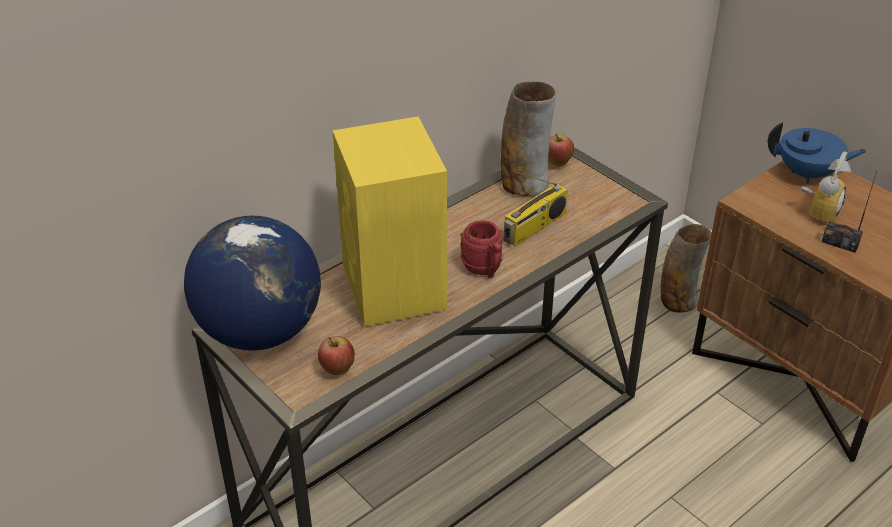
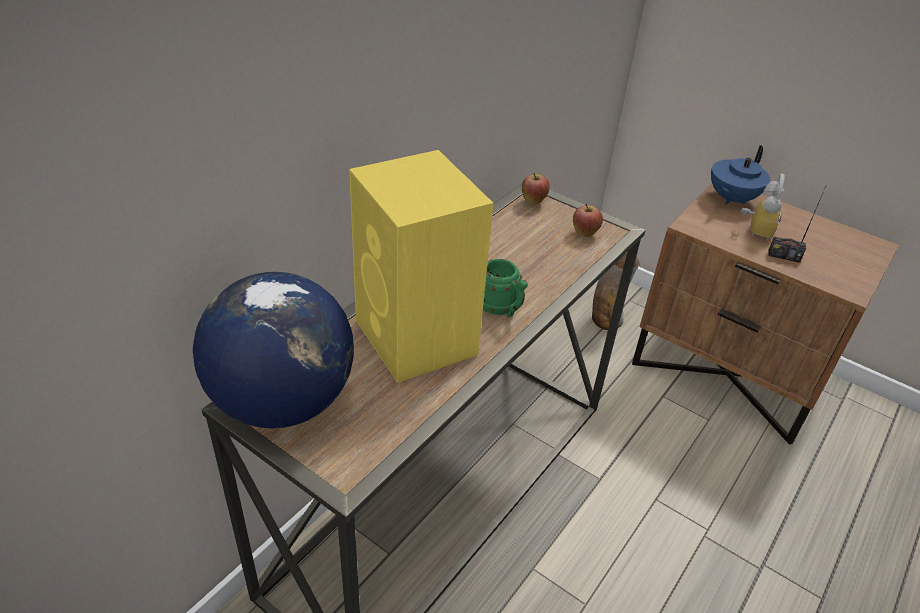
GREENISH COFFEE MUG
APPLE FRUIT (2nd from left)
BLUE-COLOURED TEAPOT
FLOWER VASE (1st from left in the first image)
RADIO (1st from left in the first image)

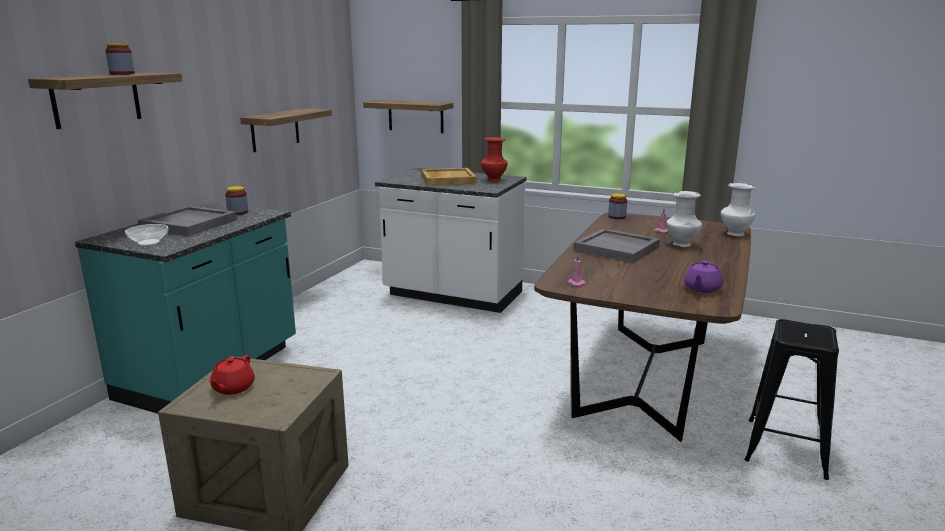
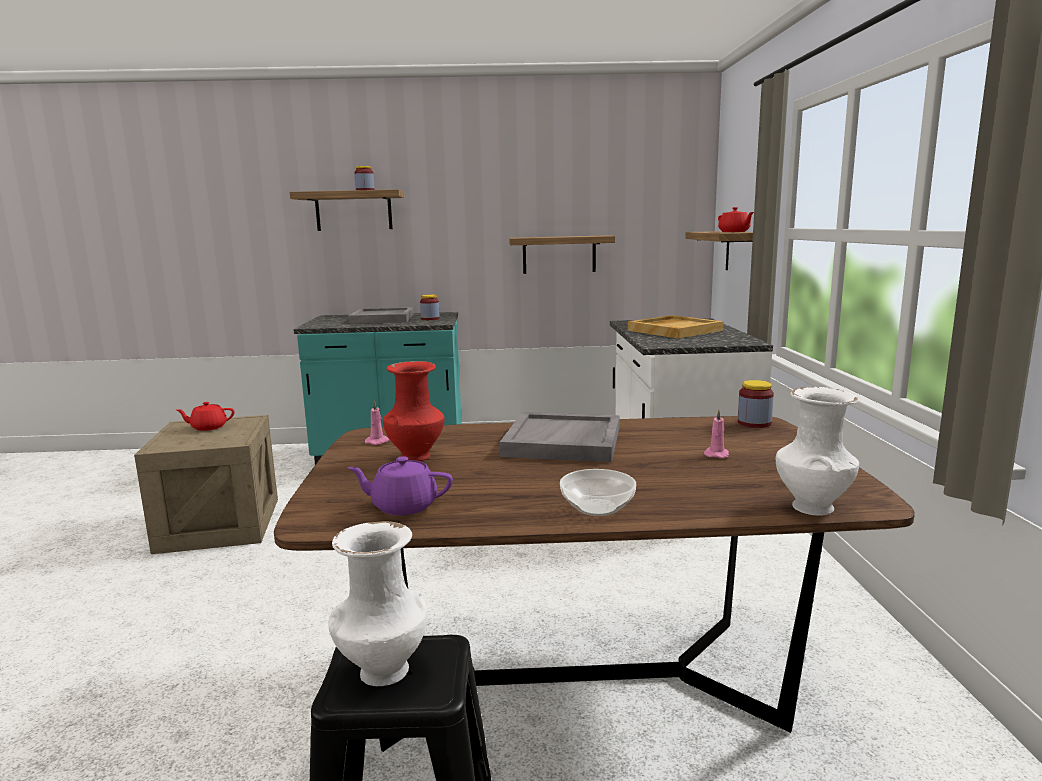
WHITISH FLOWER VASE (1st from left)
RED-COLOURED FLOWER VASE
DEEP DISH
RED-COLOURED TEAPOT (2nd from left)

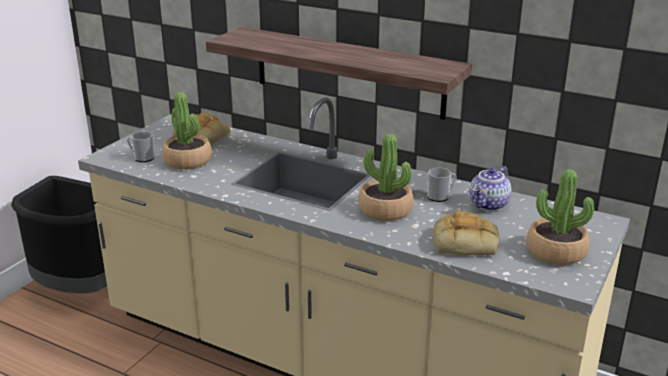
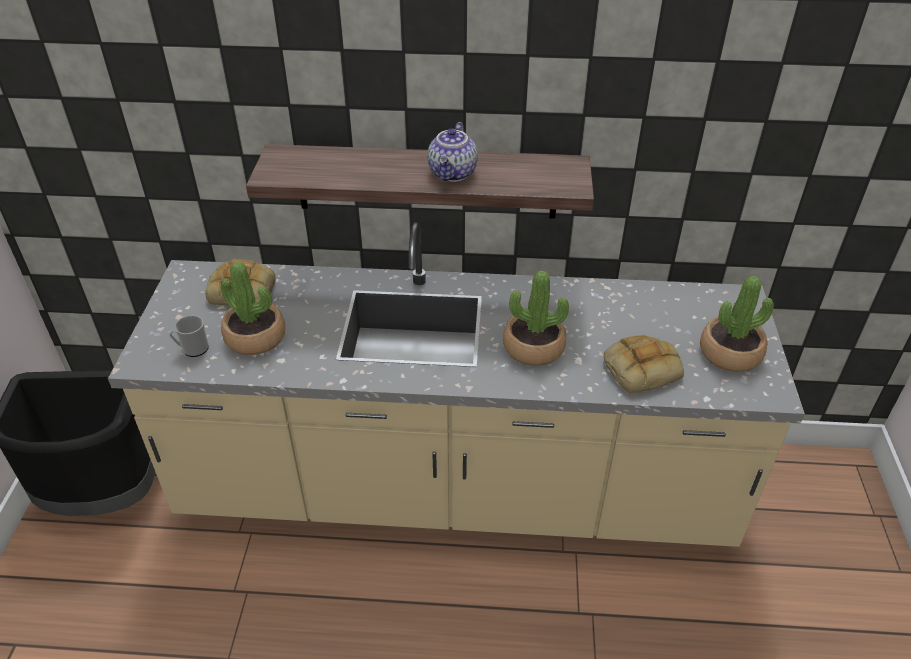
TEAPOT
COFFEE MUG (2nd from left in the first image)

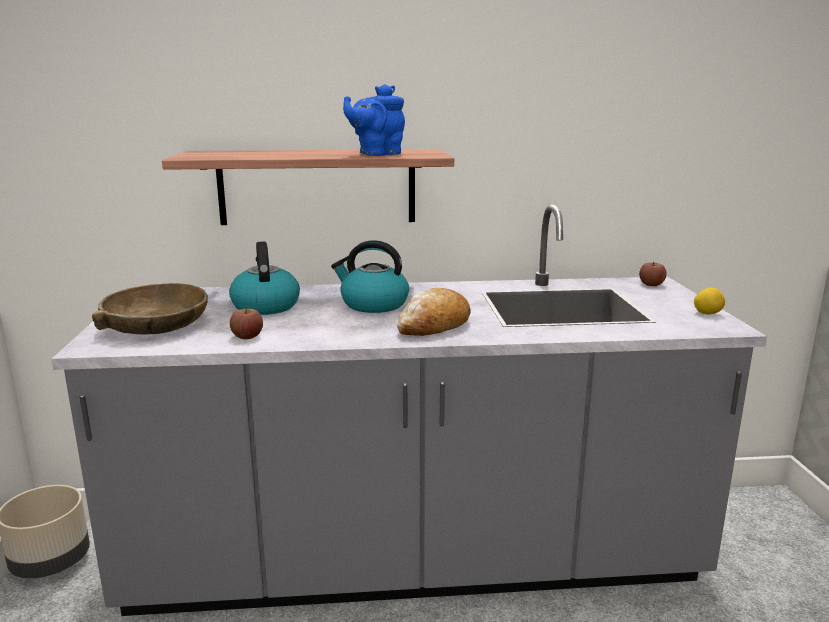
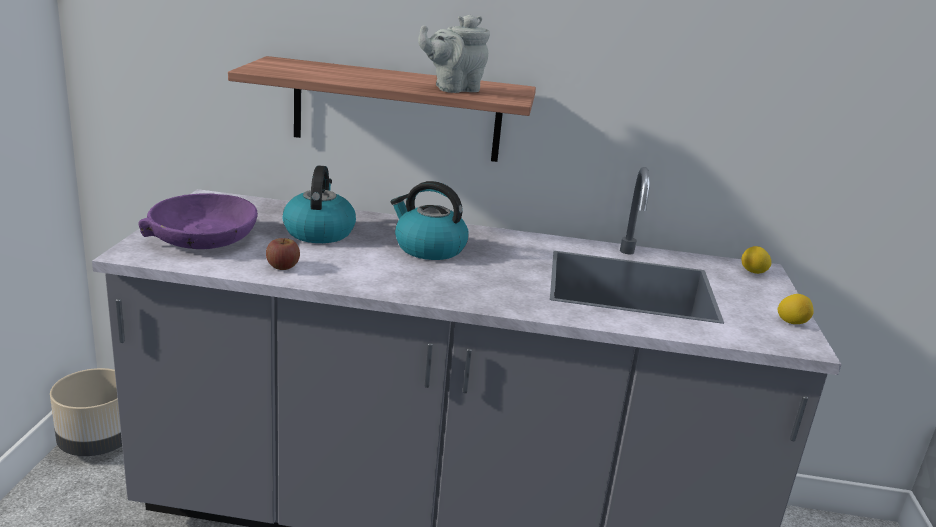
PURPLE-COLOURED DEEP DISH
GREYISH TEAPOT
CITRUS FRUIT (1st from left)
BREAD

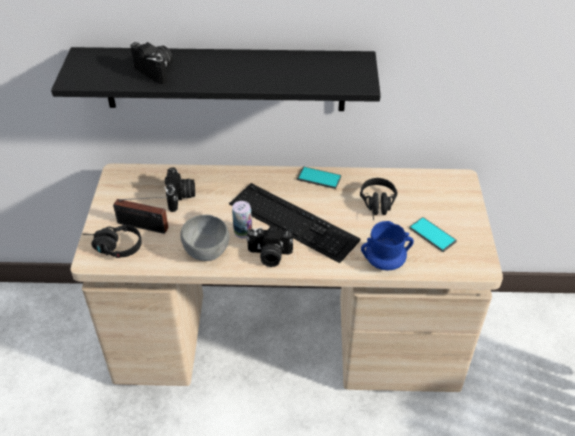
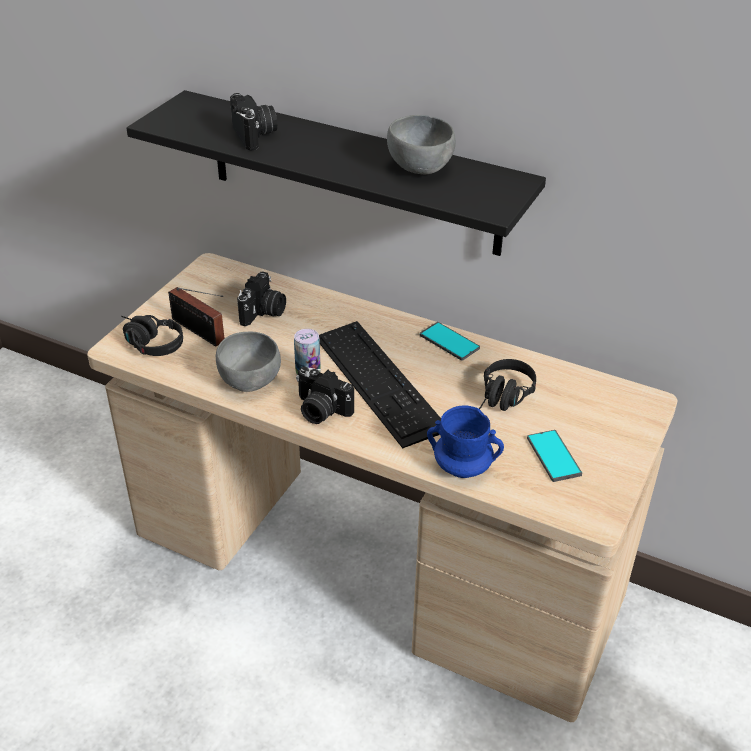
GREYISH DEEP DISH (2nd from left)

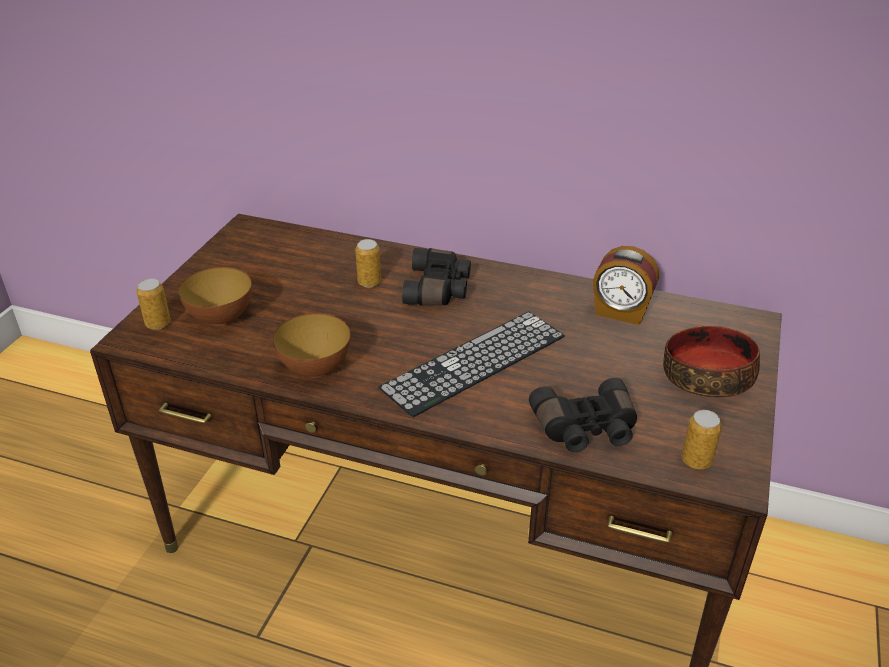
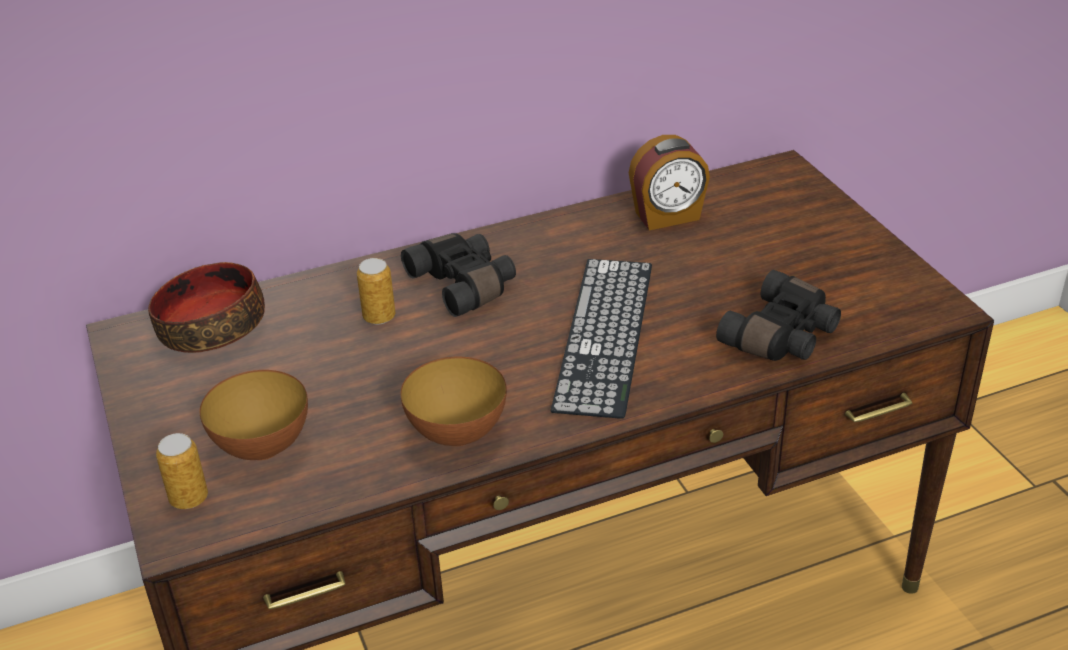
DEEP DISH (1st from left)
CAN (3rd from left in the first image)

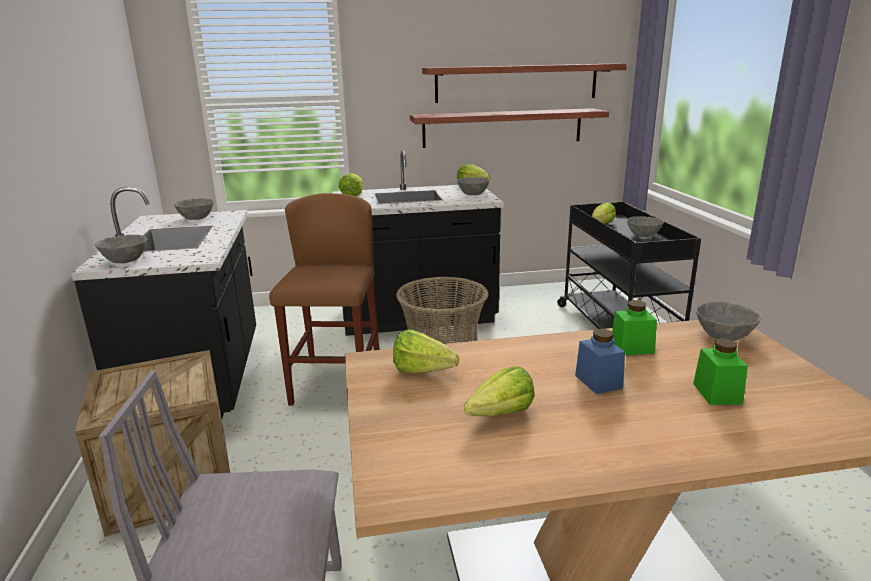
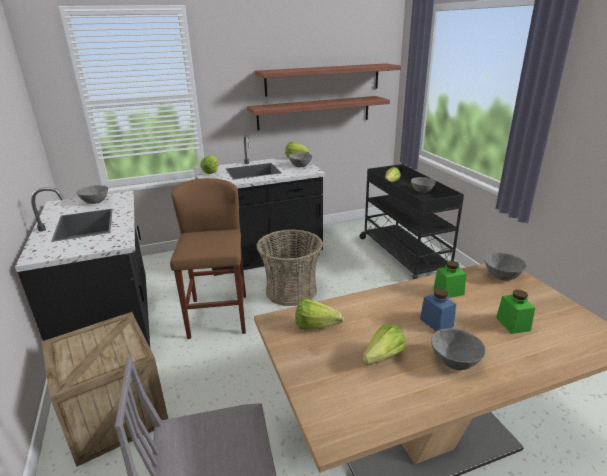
GREYISH DEEP DISH (4th from left)

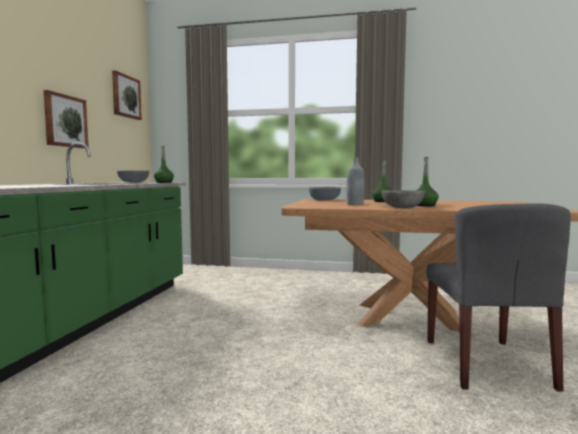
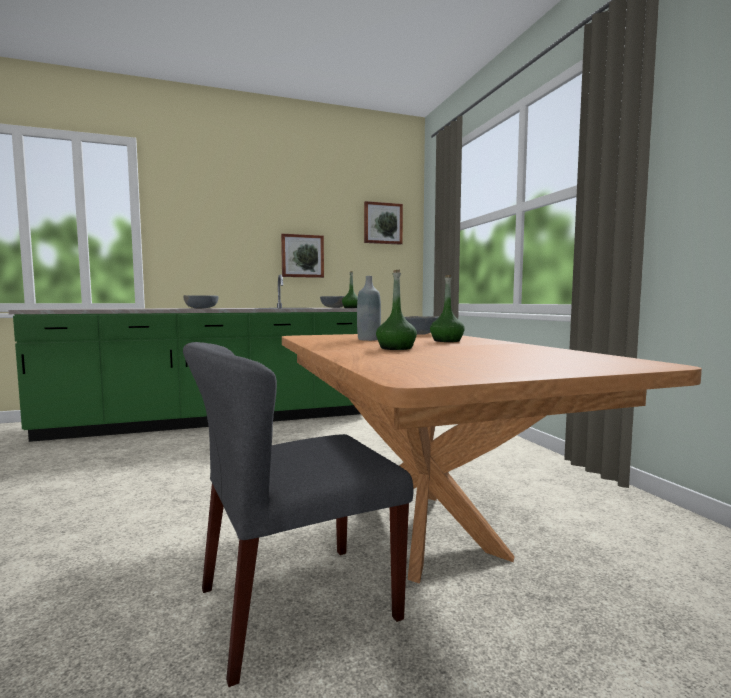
GREYISH DEEP DISH (1st from left)

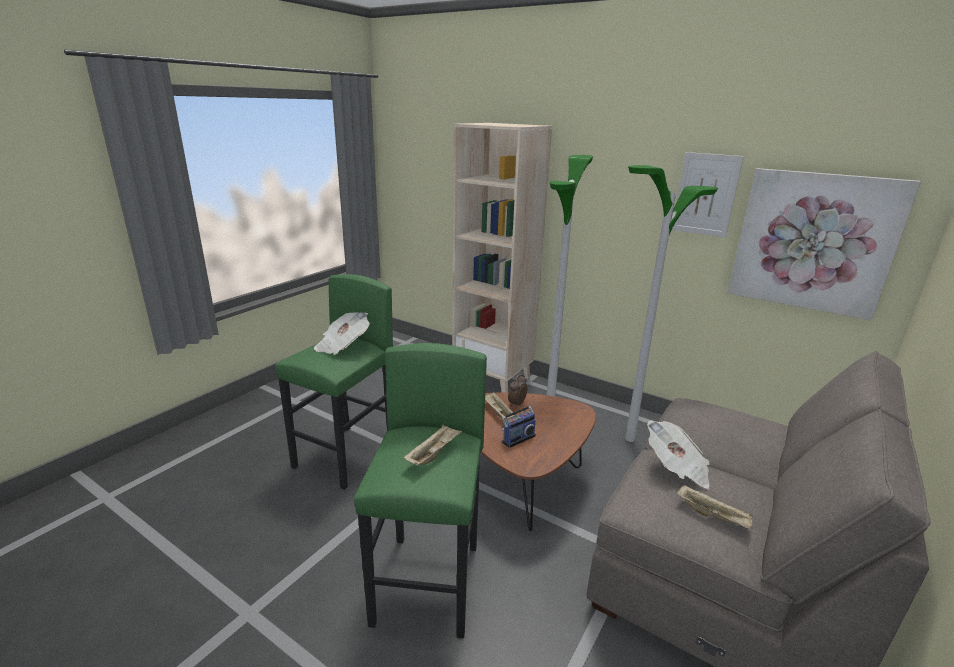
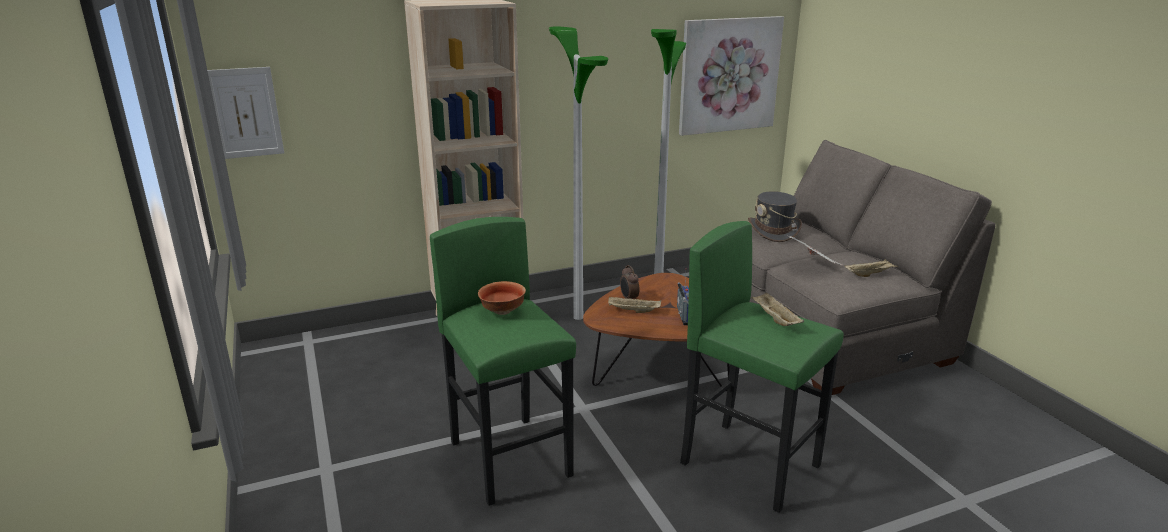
WALL ART (1st from left)
DEEP DISH
GREYISH WEARABLE HAT

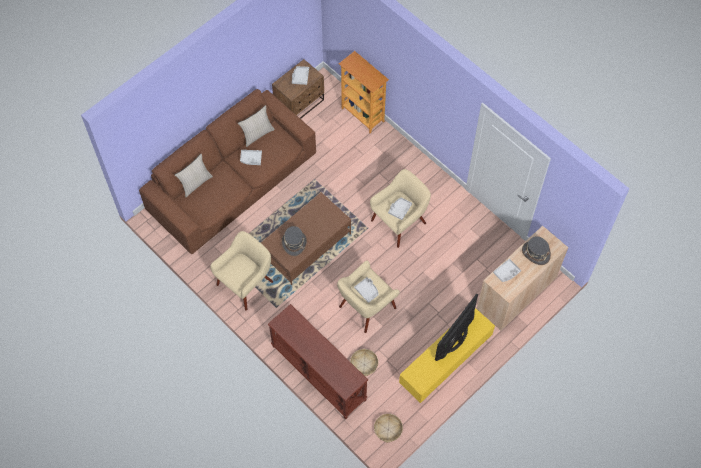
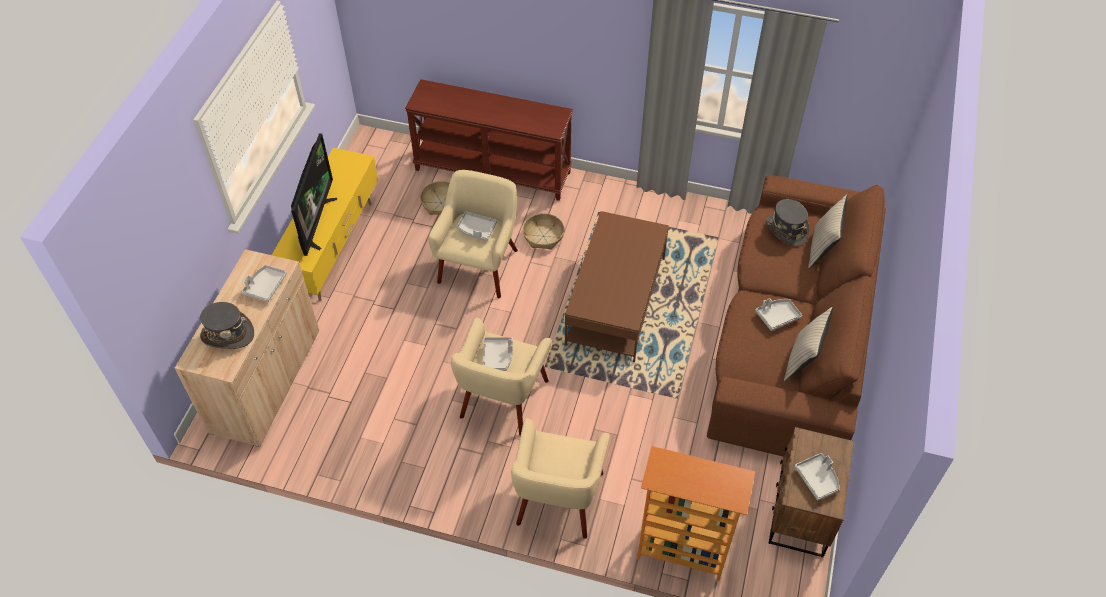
BEIGE ARMCHAIR (3rd from left)
STORAGE BASKET (2nd from left)
GREYISH WEARABLE HAT (2nd from left)

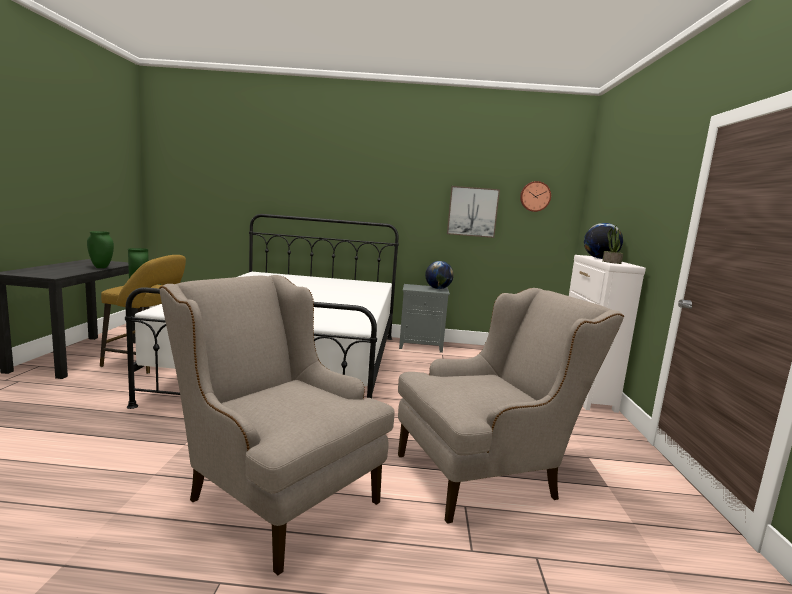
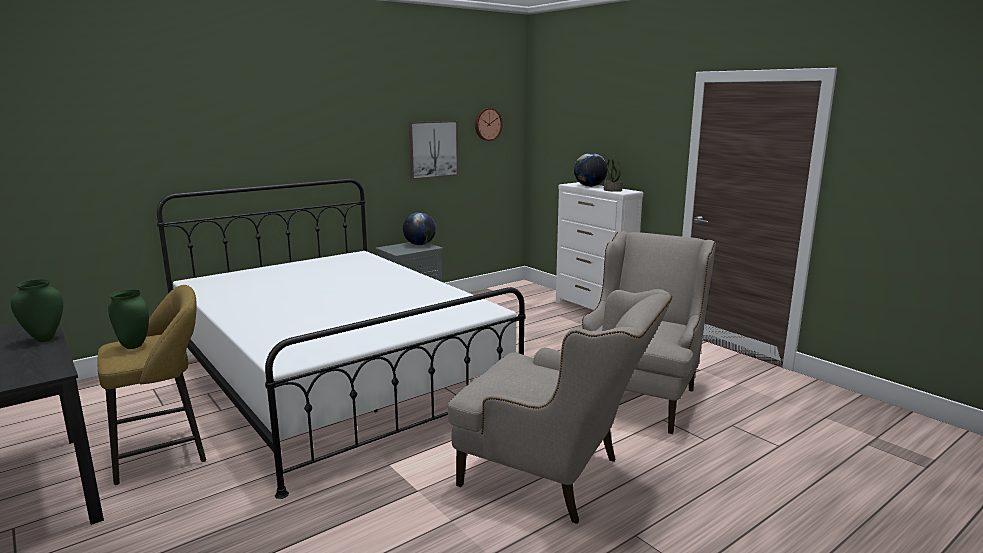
BEIGE ARMCHAIR (1st from left)

